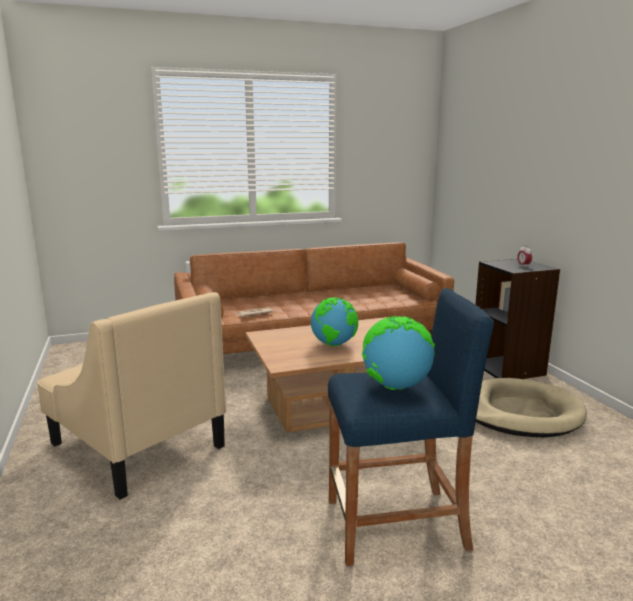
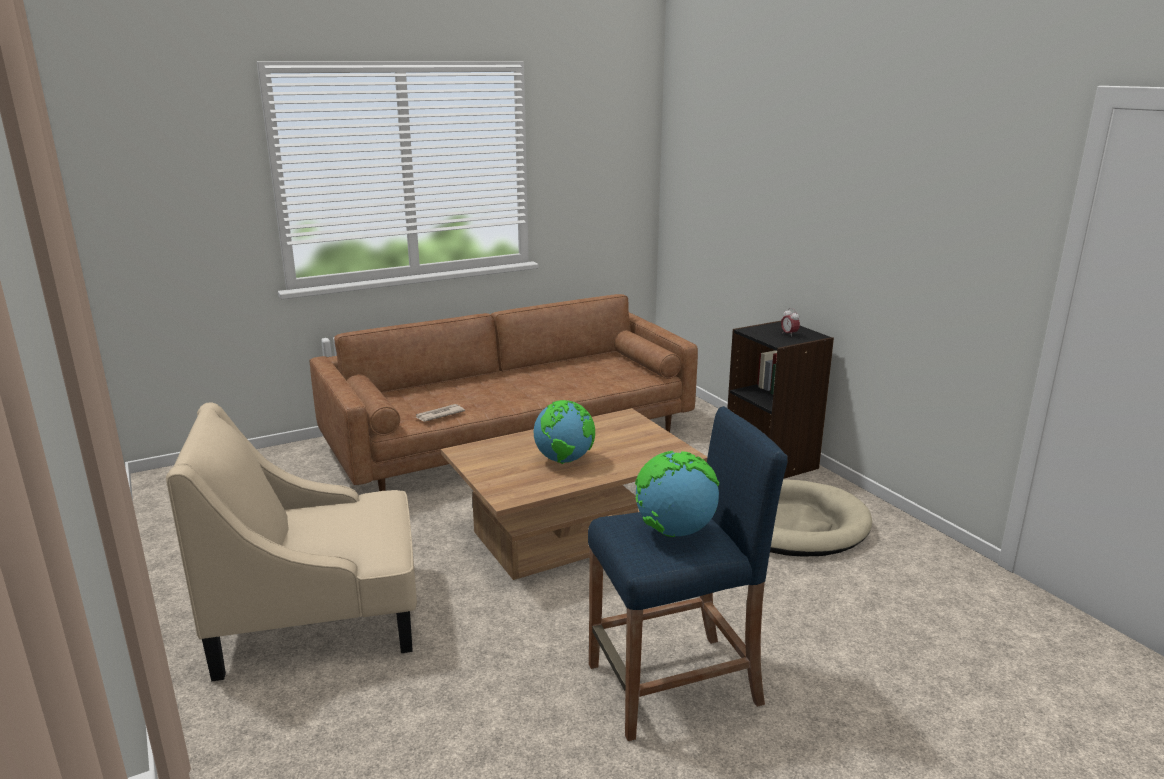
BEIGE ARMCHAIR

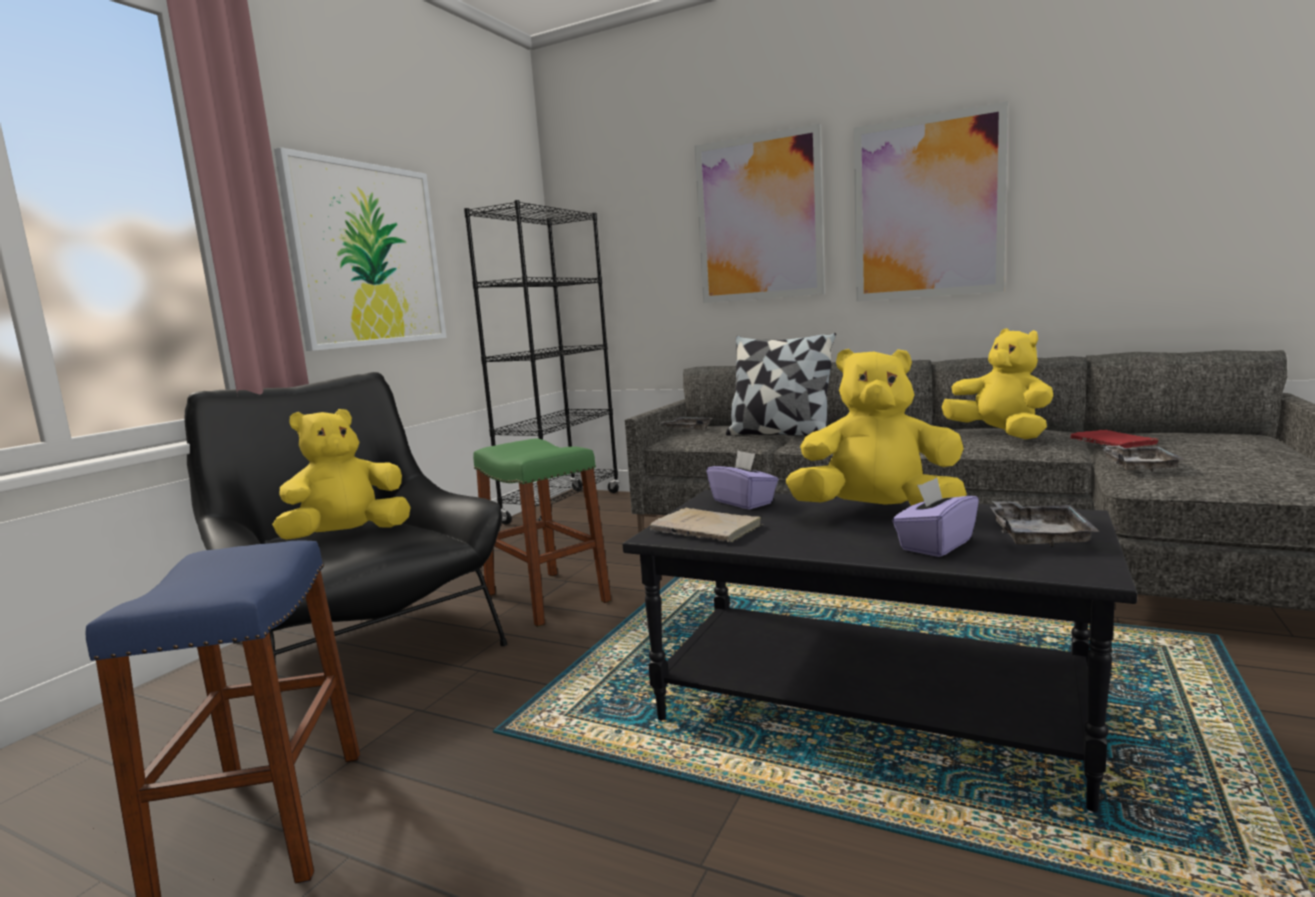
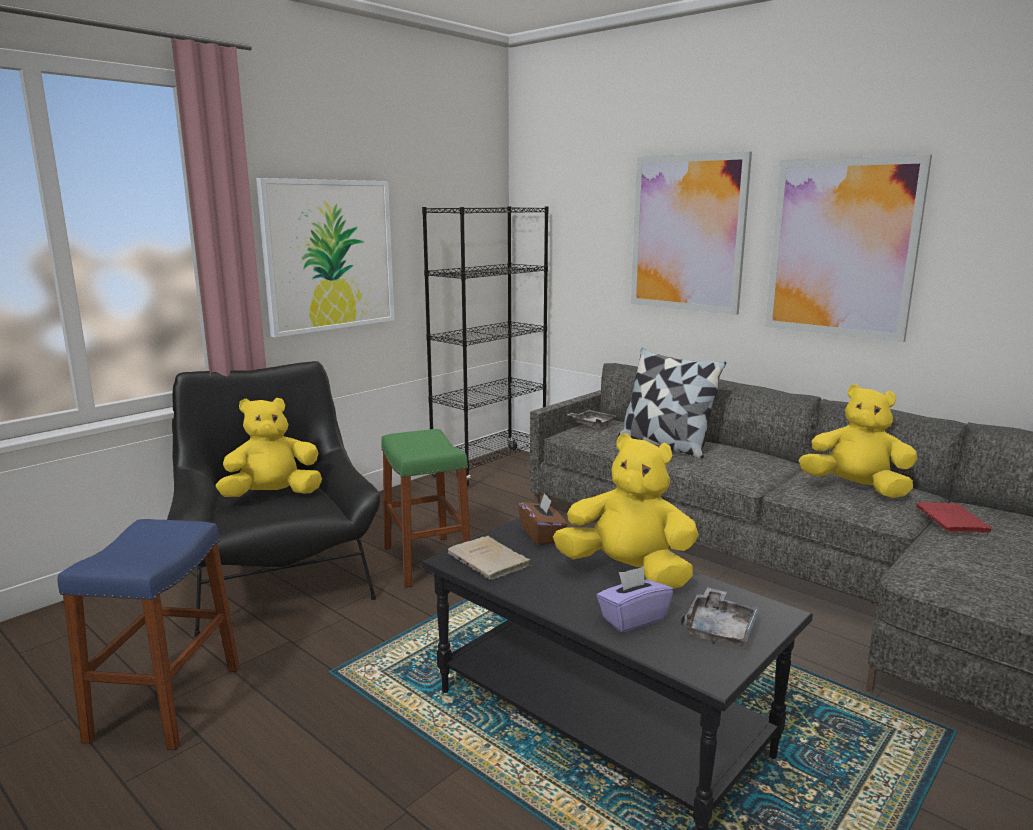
BROWN-COLOURED TISSUE HOLDER
YELLOW-COLOURED CUDDLY TOY (3rd from left)
GREYISH CARRYING TRAY (3rd from left in the first image)

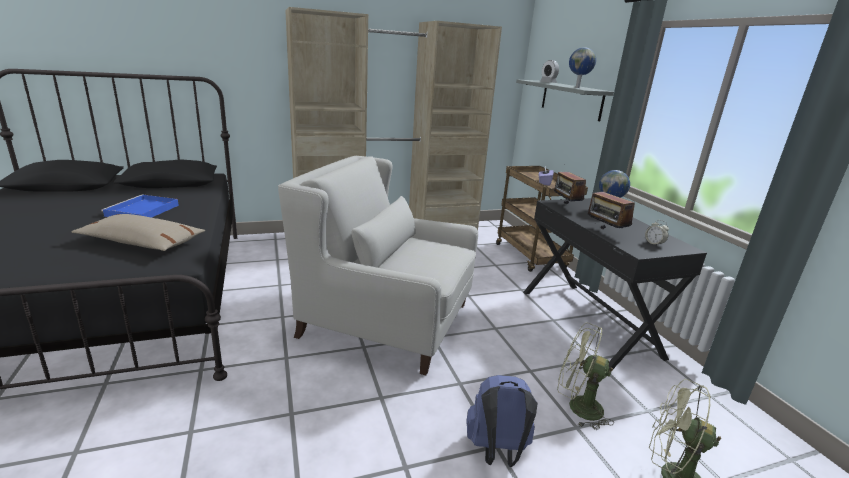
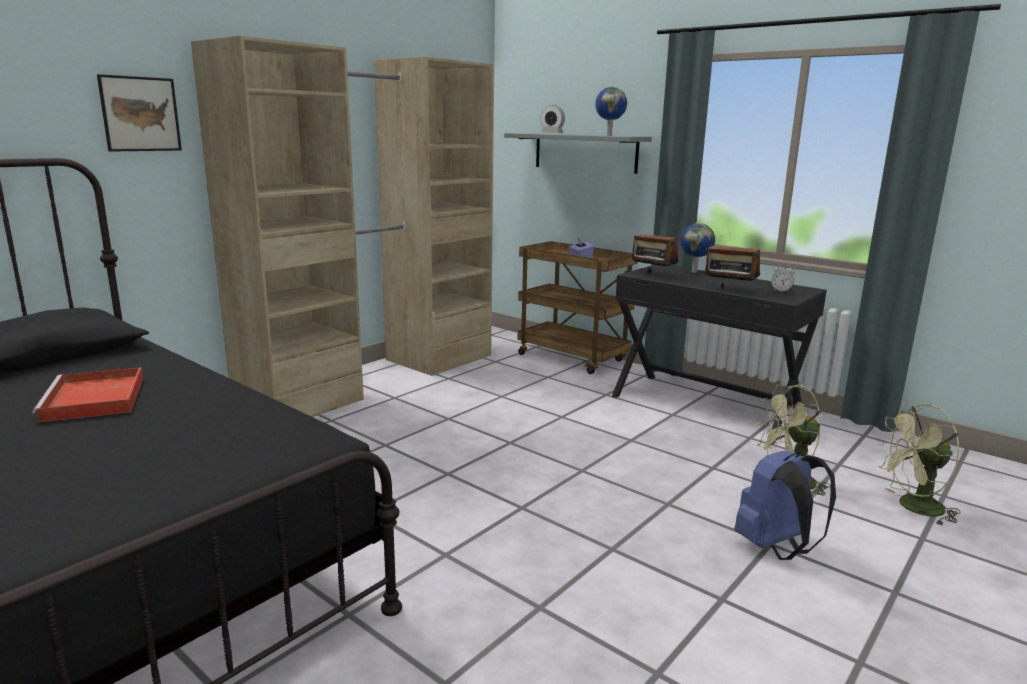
RED-COLOURED CARRYING TRAY
WALL ART
BEIGE PILLOW
WHITISH ARMCHAIR

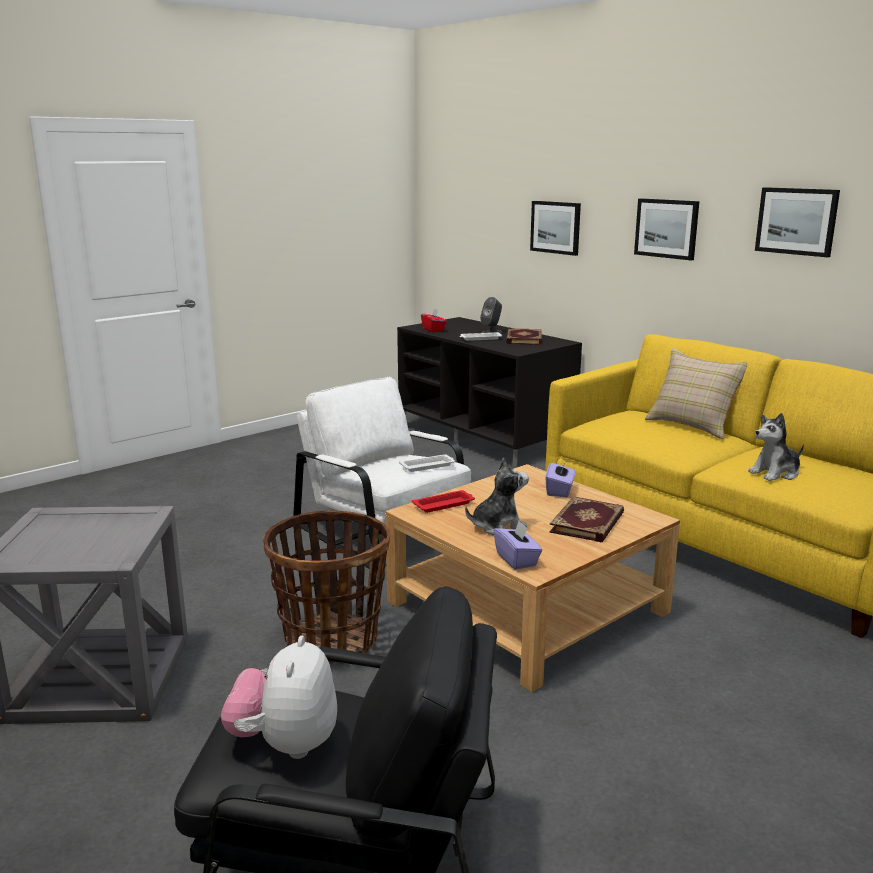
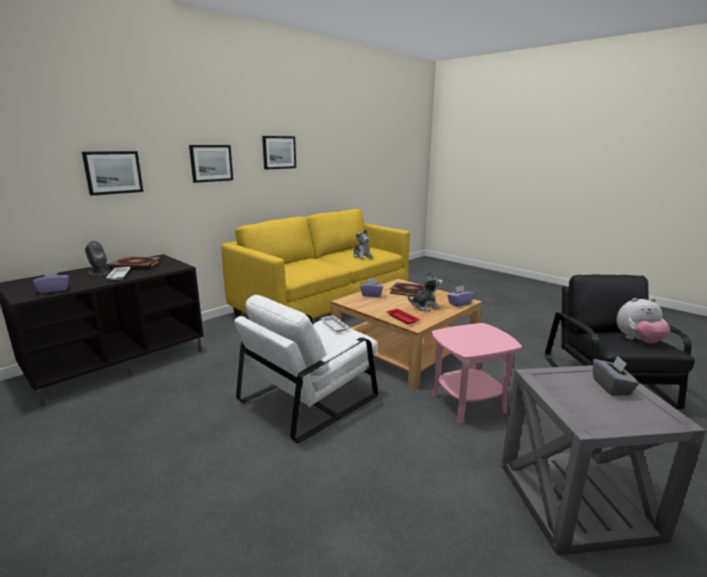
PURPLE-COLOURED TISSUE HOLDER (1st from left)
CUDDLY TOY (2nd from left)
PINK-COLOURED SIDE TABLE
GREYISH TISSUE HOLDER
BEIGE PILLOW

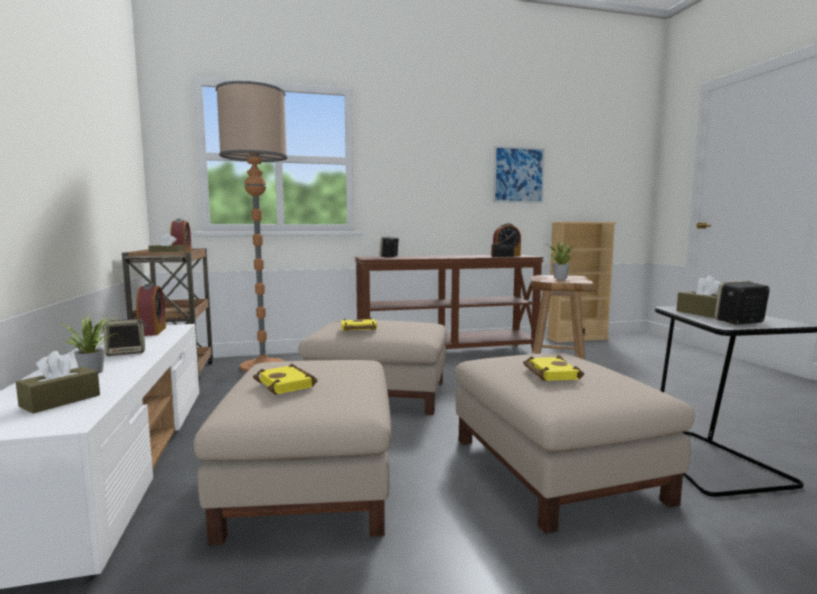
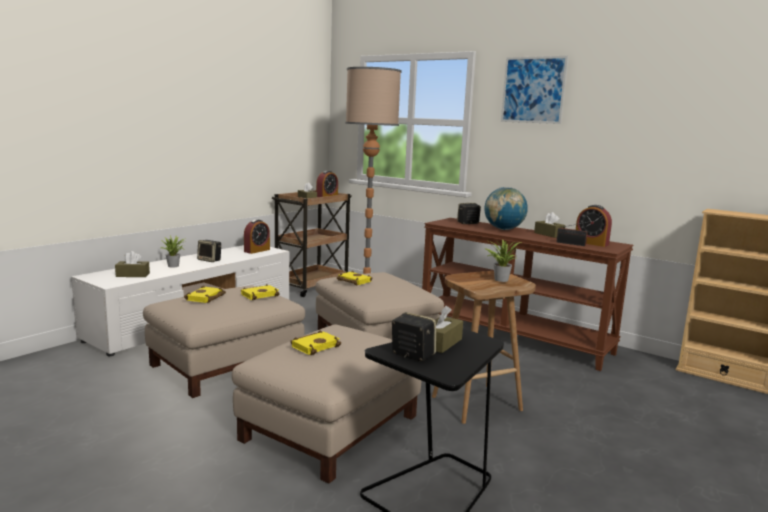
YELLOW-COLOURED BOUND BOOK (2nd from left)
DESK GLOBE
WALL ART
BROWN-COLOURED TISSUE HOLDER (4th from left)

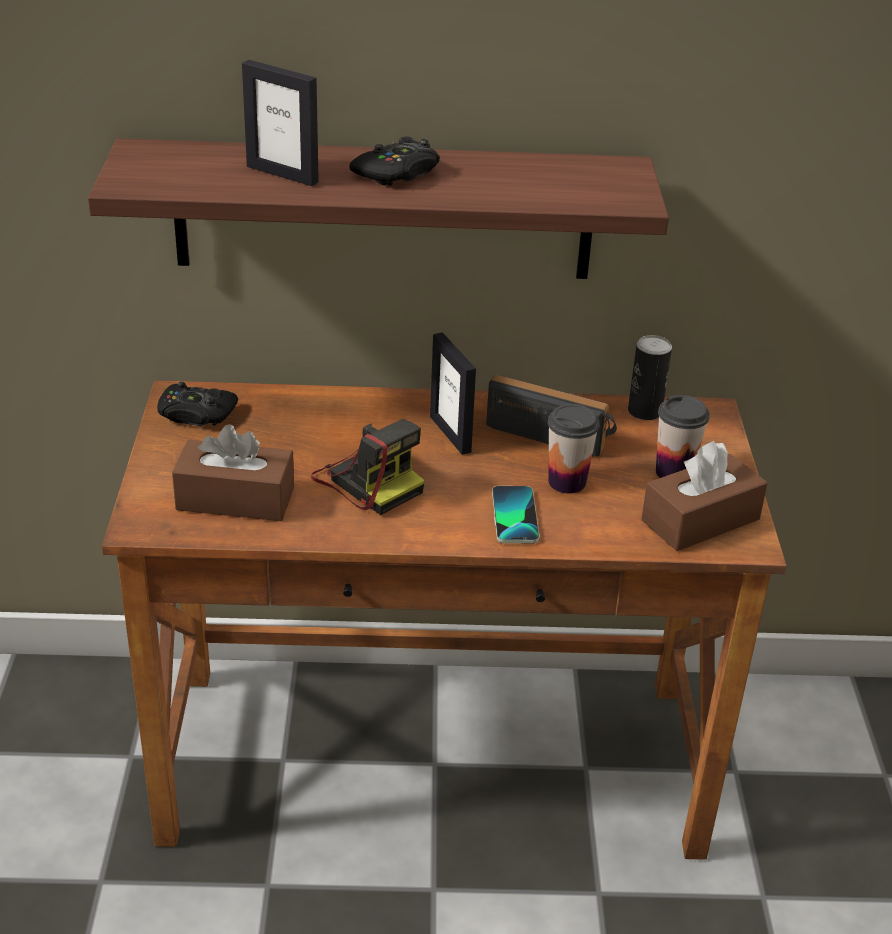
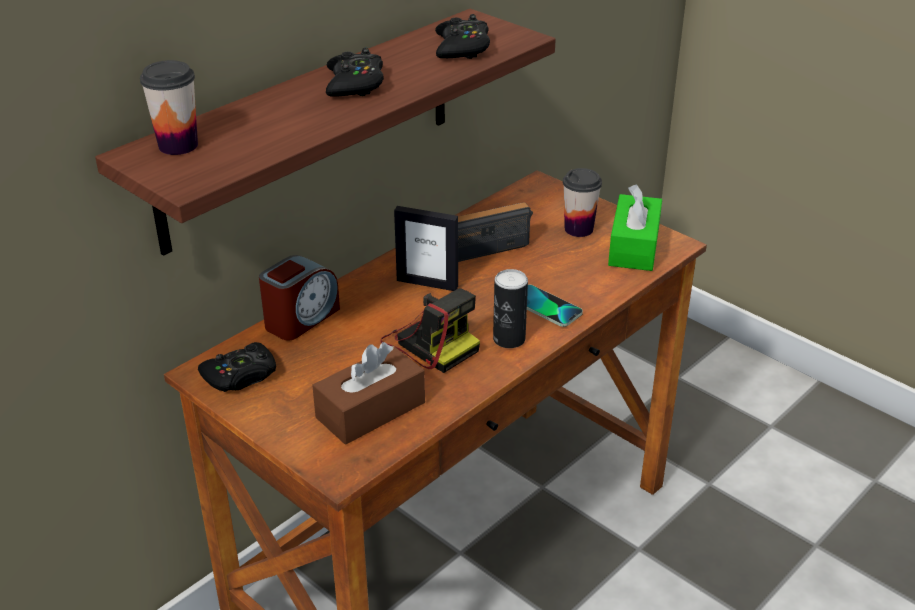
CUP (1st from left)
TABLE CLOCK
STILL CAMERA
BLACK-COLOURED GAMEPAD (3rd from left)
CAN
GREENISH TISSUE HOLDER
STANDING FRAME (1st from left in the first image)

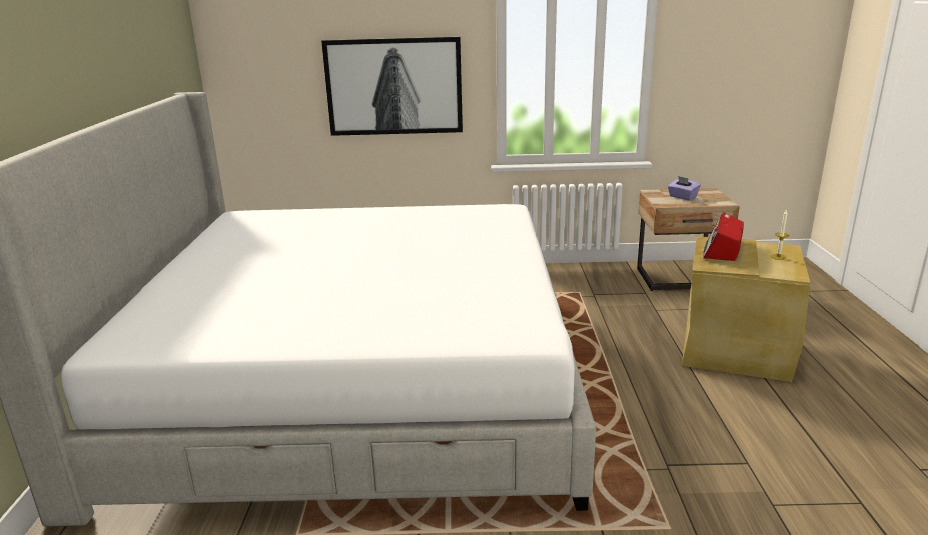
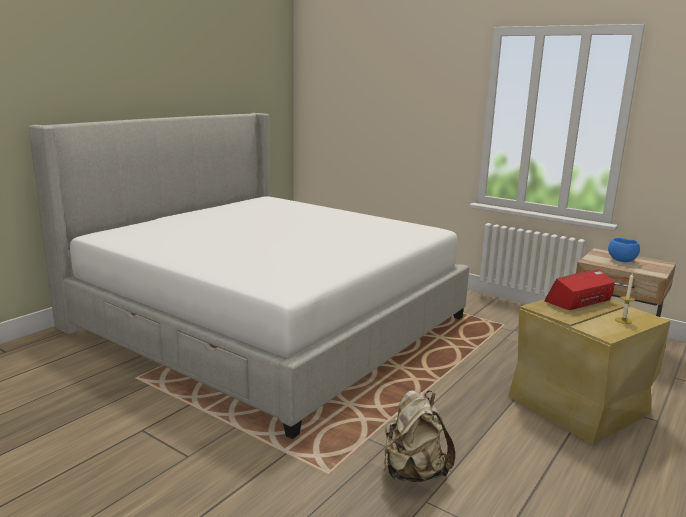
BEIGE KNAPSACK
BLUE-COLOURED DEEP DISH
WALL ART

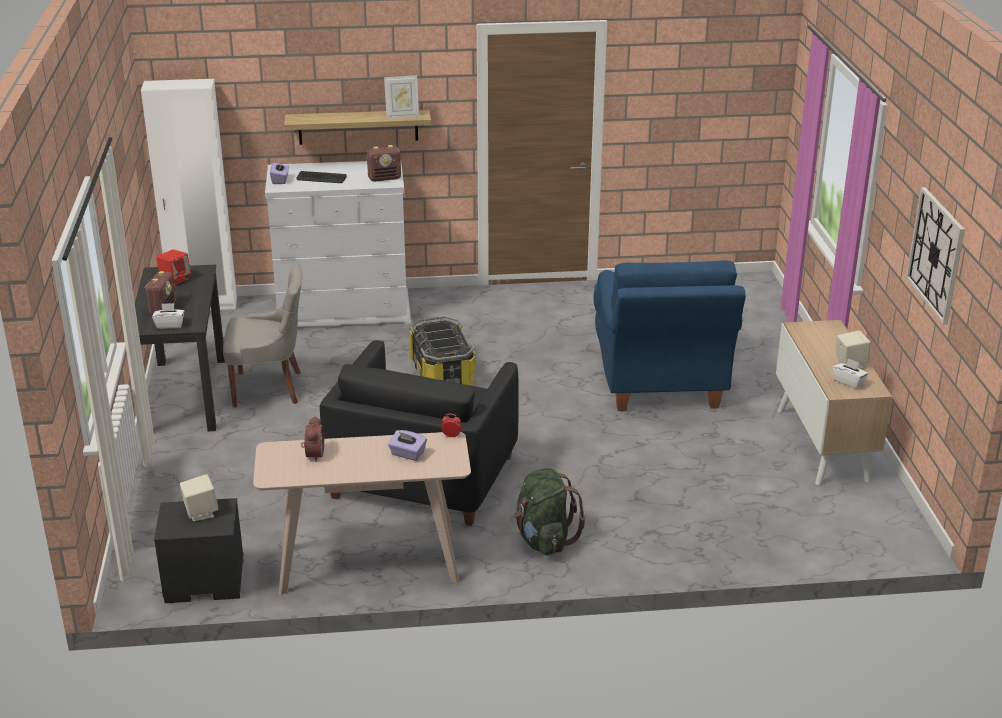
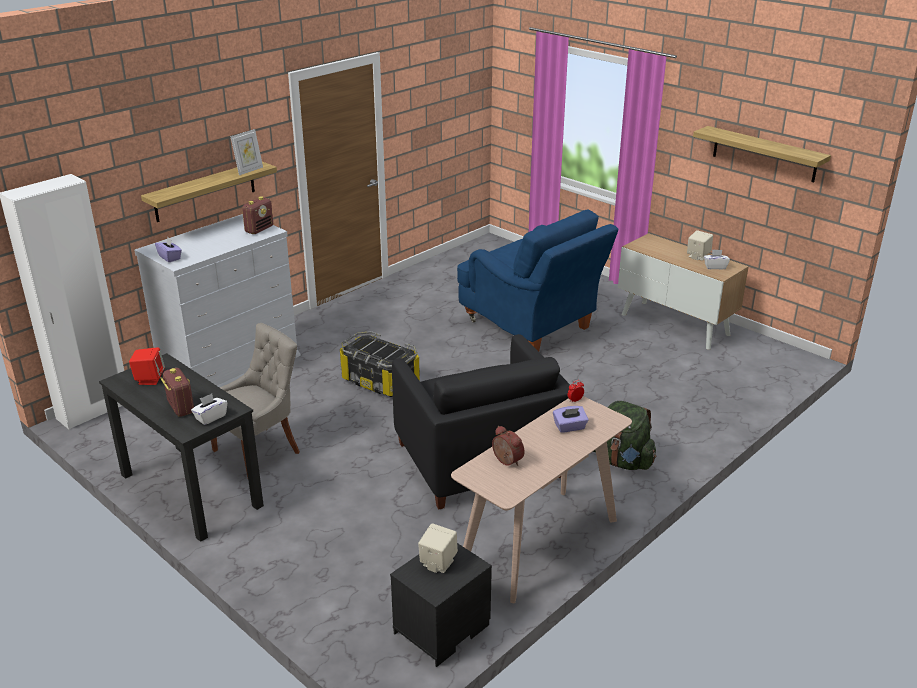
SHELF (2nd from left)
PC KEYBOARD

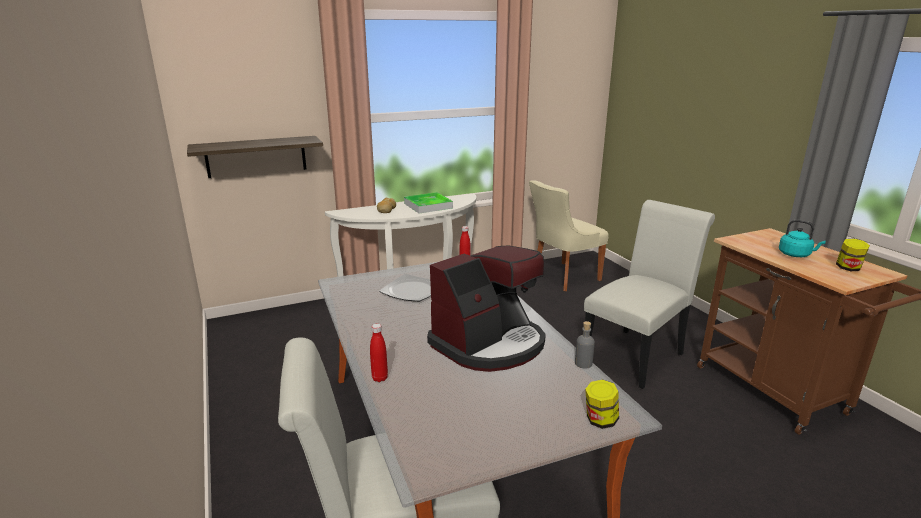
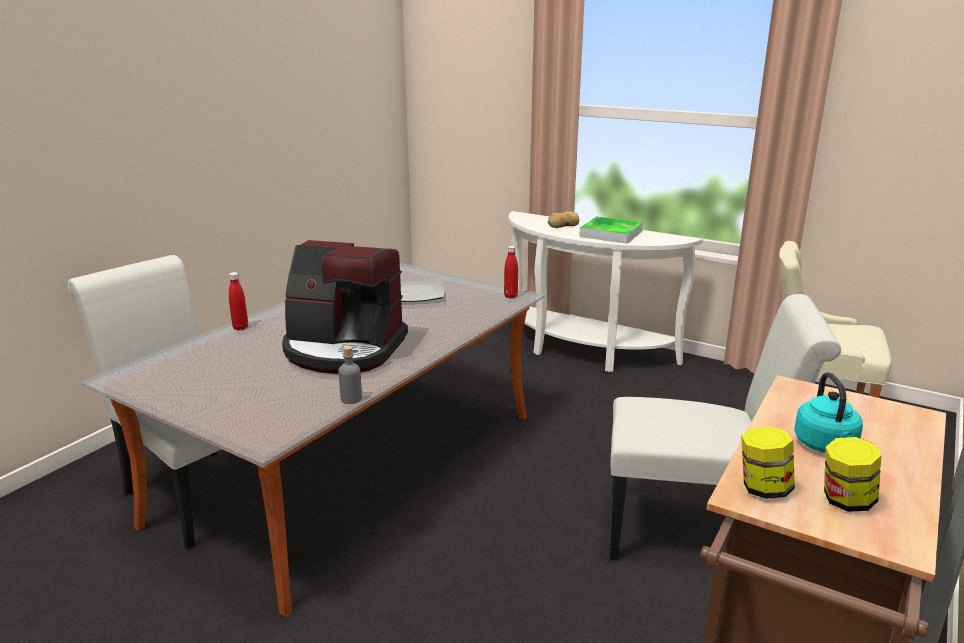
STORAGE JAR (1st from left)
SHELF

